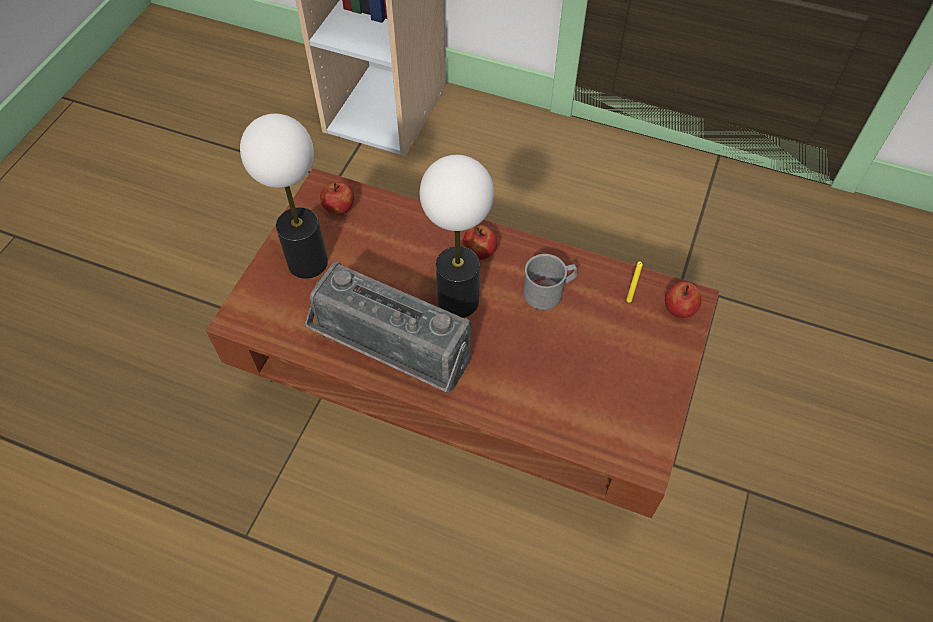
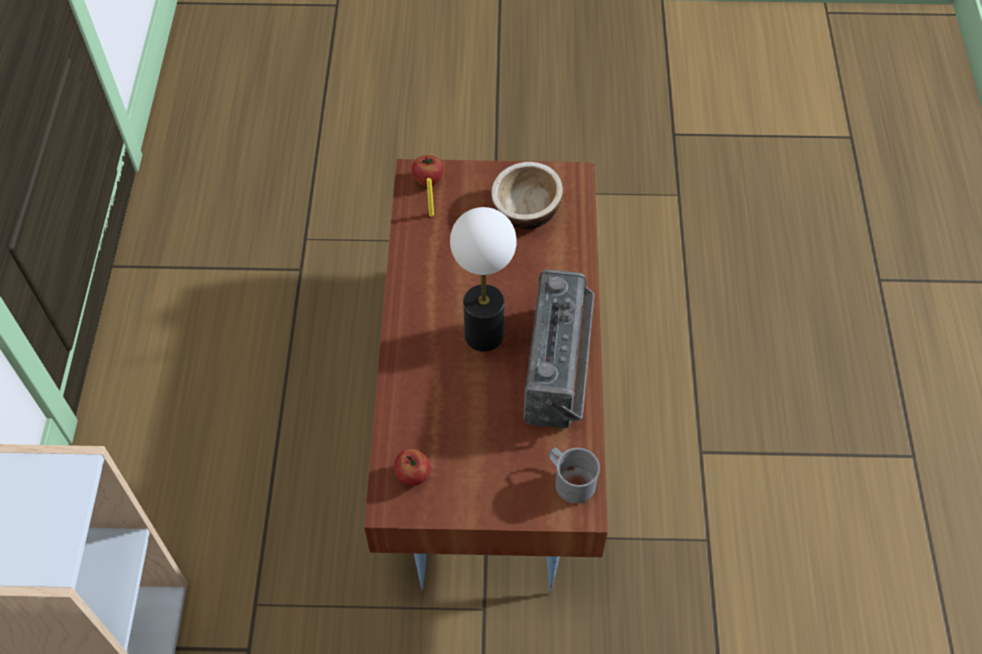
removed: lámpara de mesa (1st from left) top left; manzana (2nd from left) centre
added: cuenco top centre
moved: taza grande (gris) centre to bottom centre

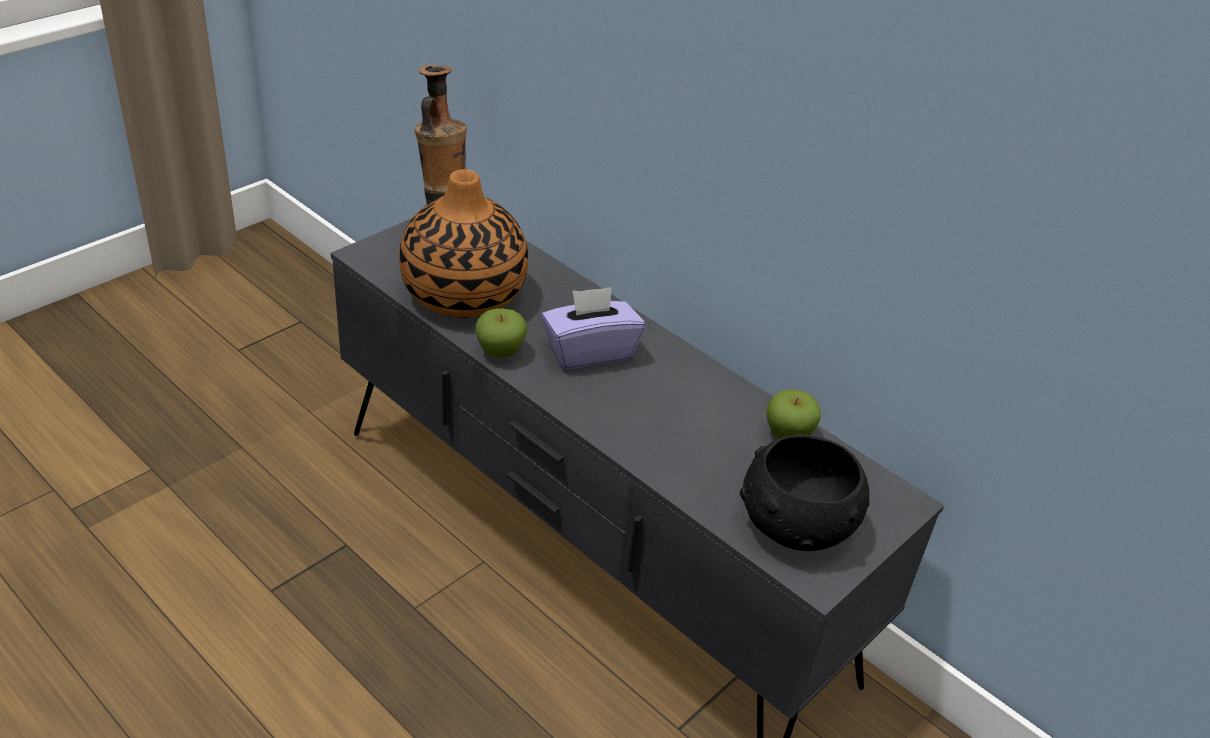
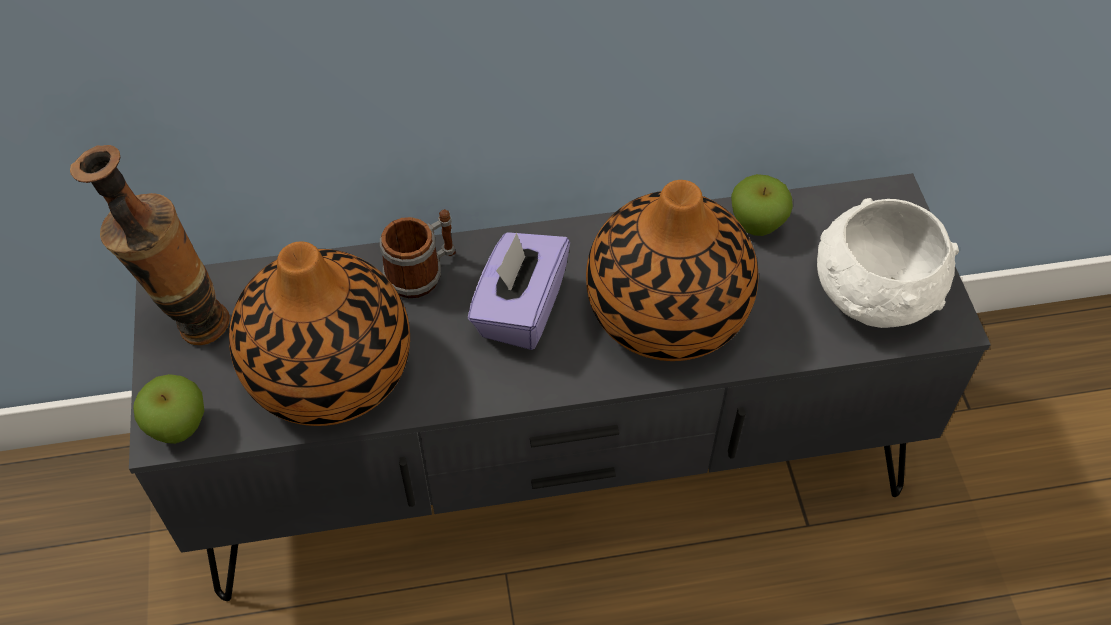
added: taza grande centre; florero (3rd from left) centre
moved: manzana (1st from left) centre to middle left
recoloured: cuenco (negro) bottom centre to cuenco (blanco) middle right

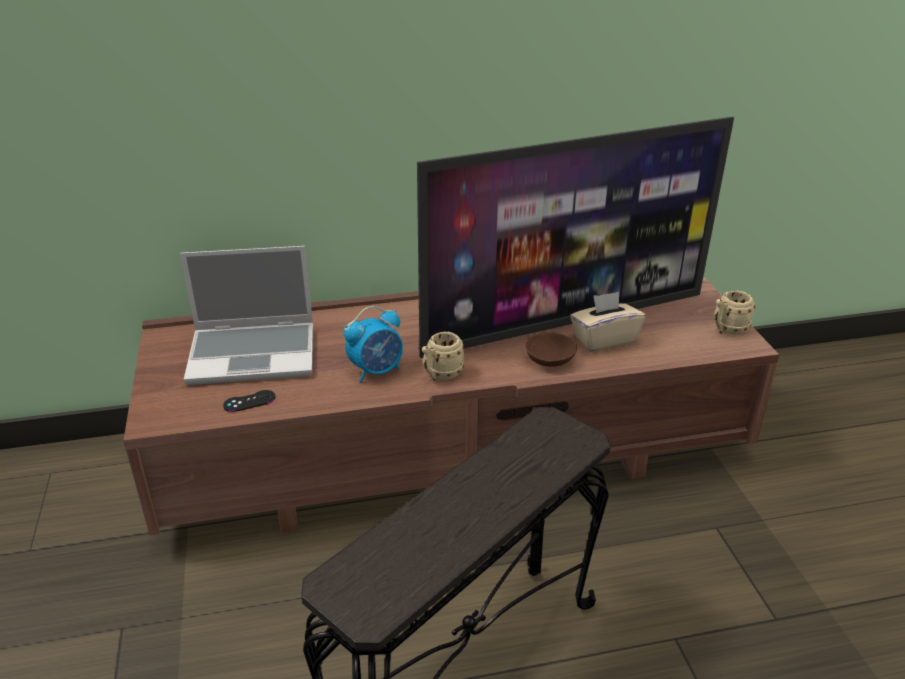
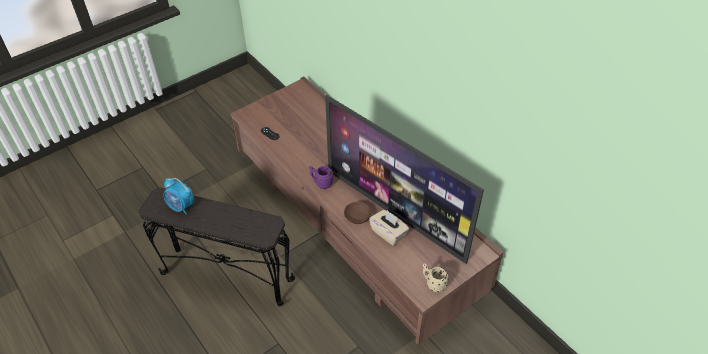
removed: portátil middle left
moved: despertador centre to middle left
recoloured: taza grande (beis) (1st from left) centre to taza grande (morado) centre

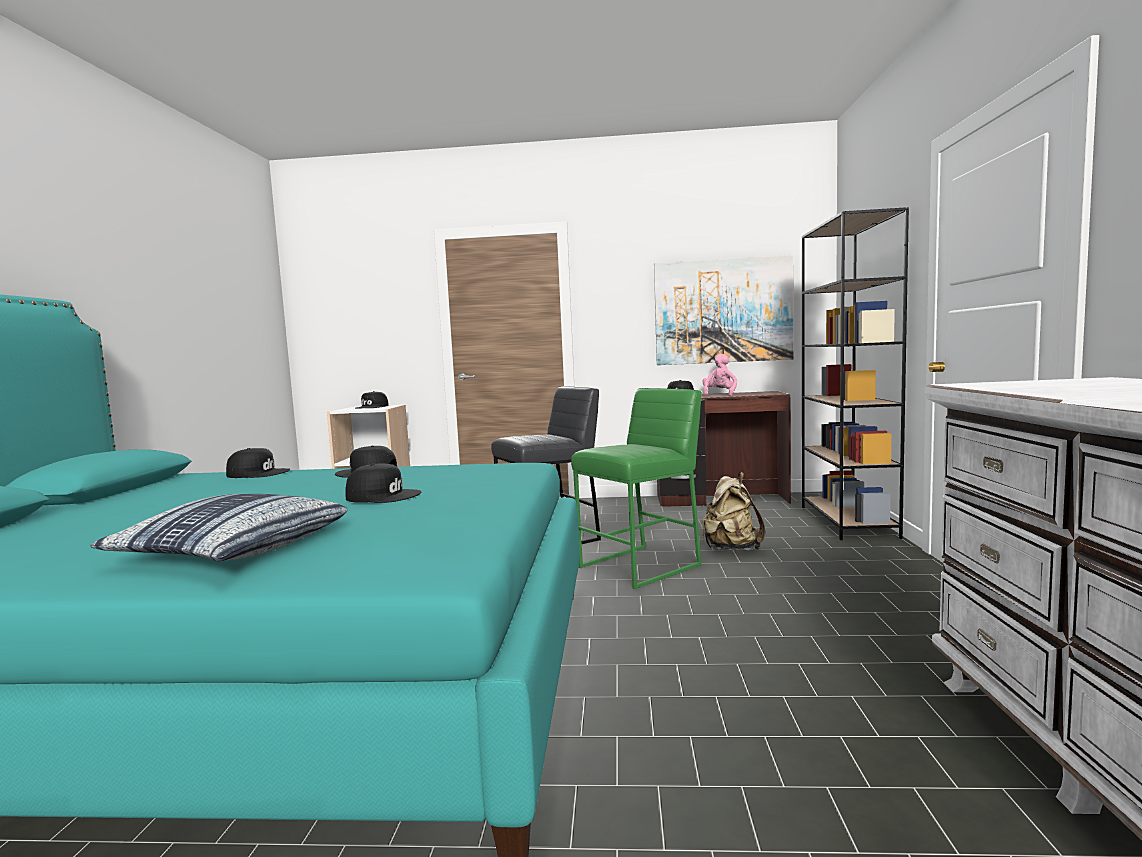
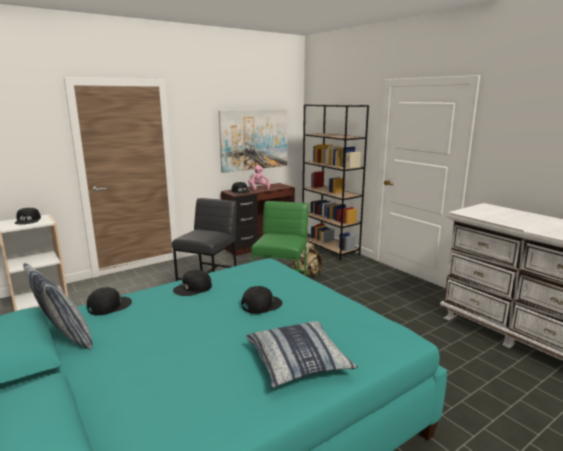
added: cojín (1st from left) bottom left

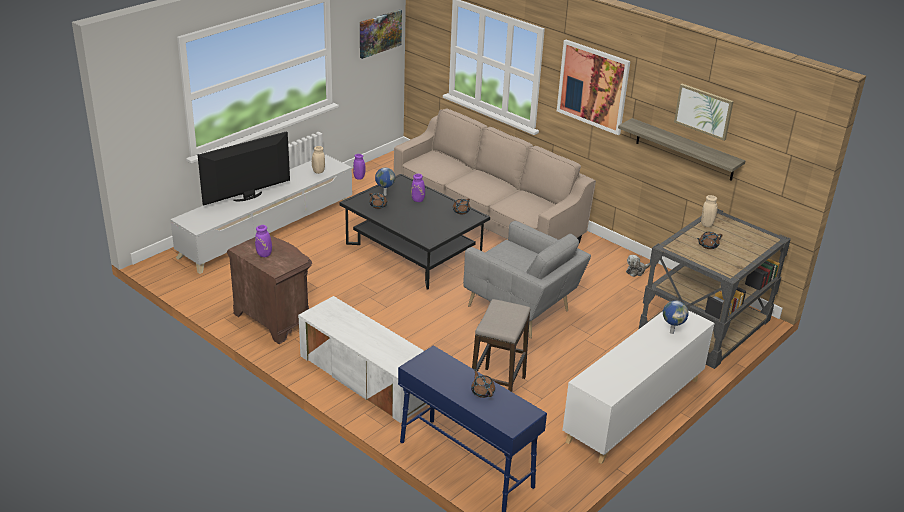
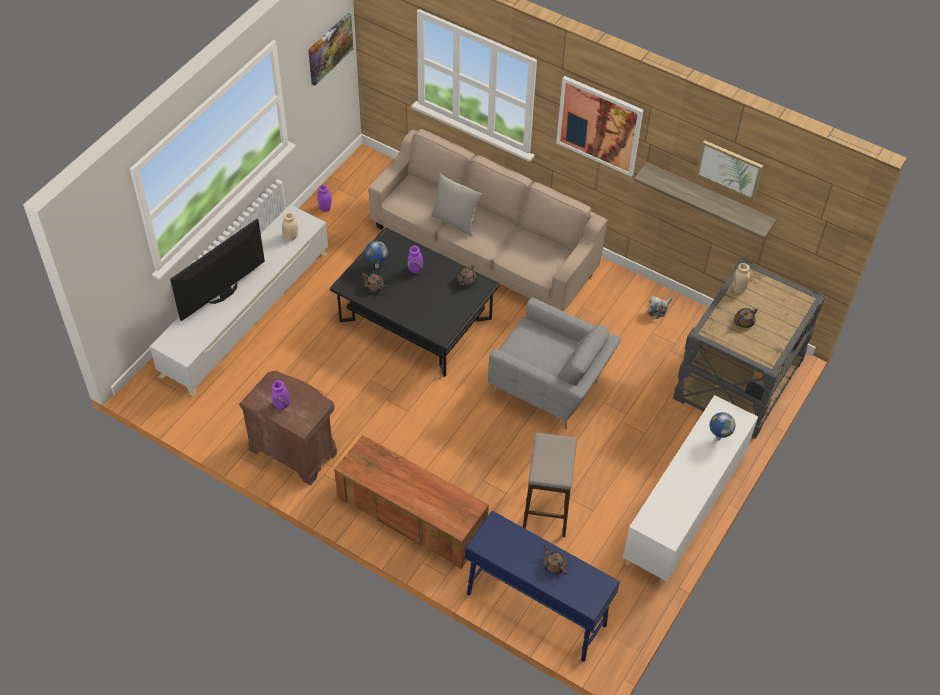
added: cojín (gris) top centre
recoloured: banco (blanco) bottom centre to banco (marrón) bottom centre

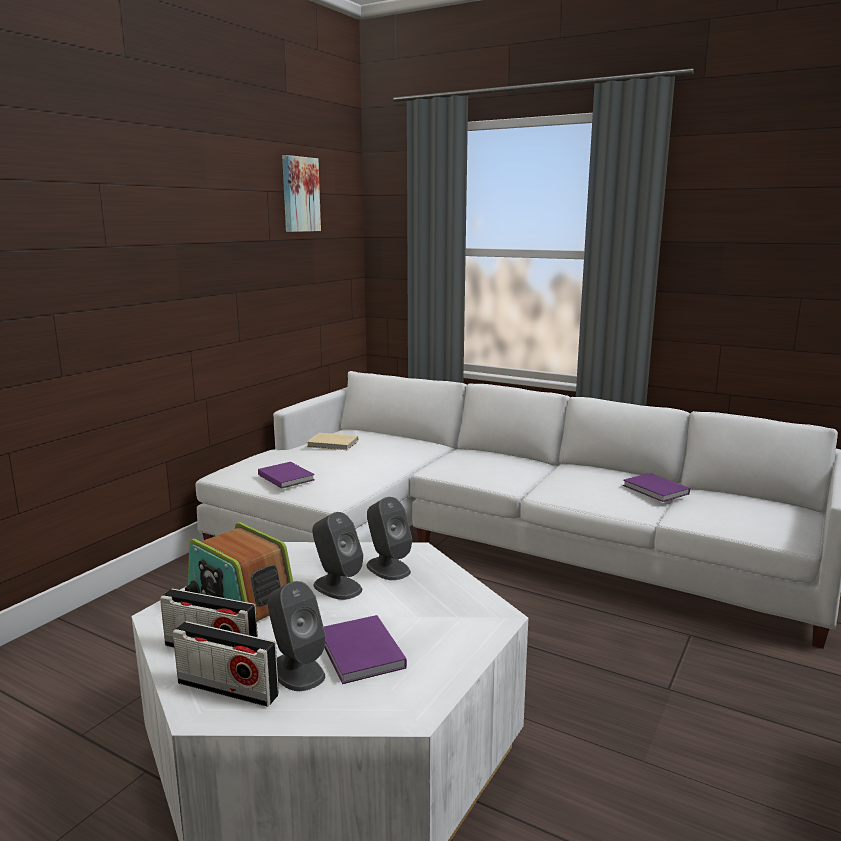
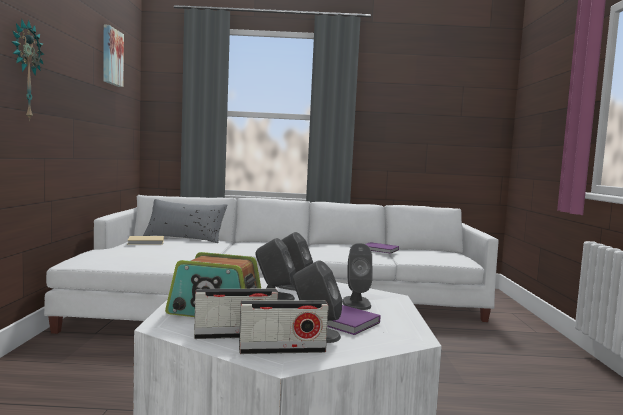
removed: libro (morado) (1st from left) centre
added: reloj de pared top left; cojín (gris) middle left; altavoz (gris) (4th from left) centre

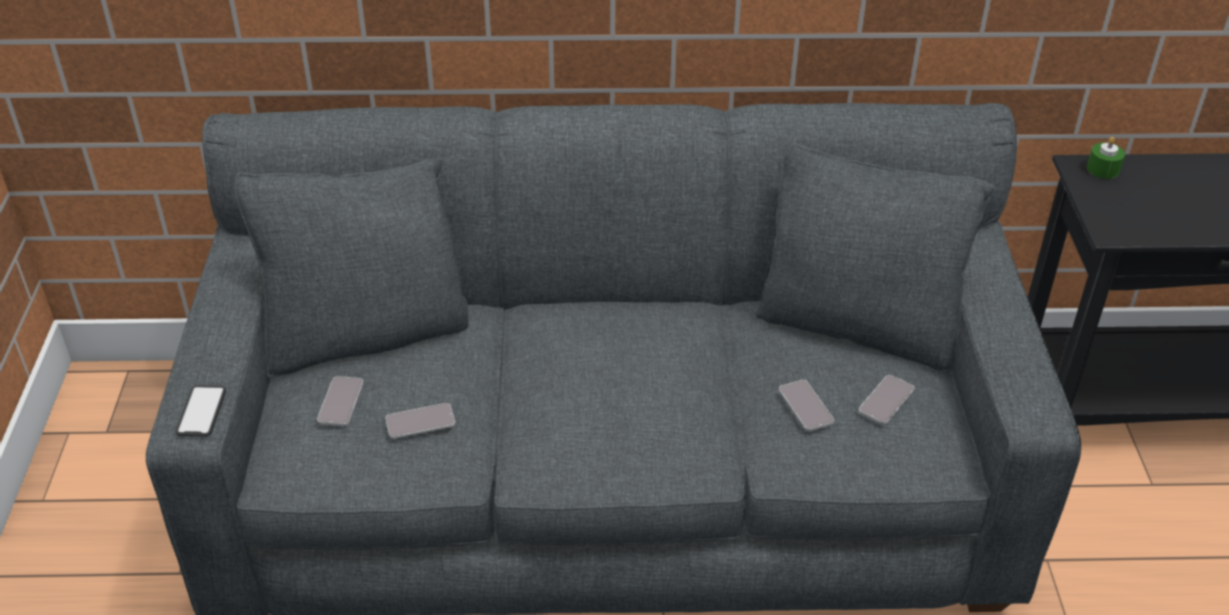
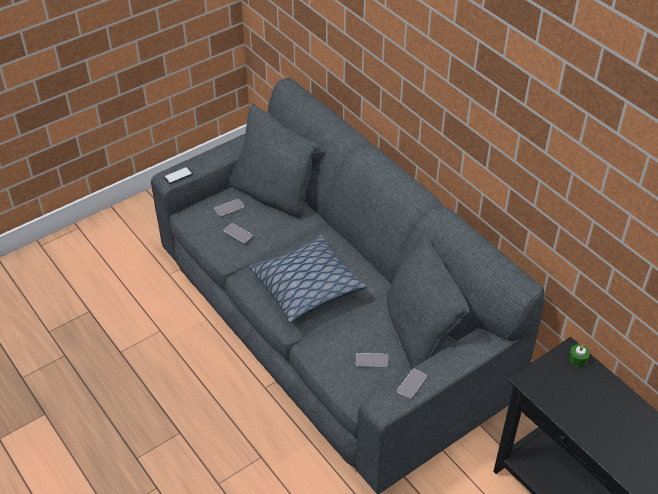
added: cojín centre
moved: móvil (4th from left in the first image) centre to móvil (5th from left) bottom centre

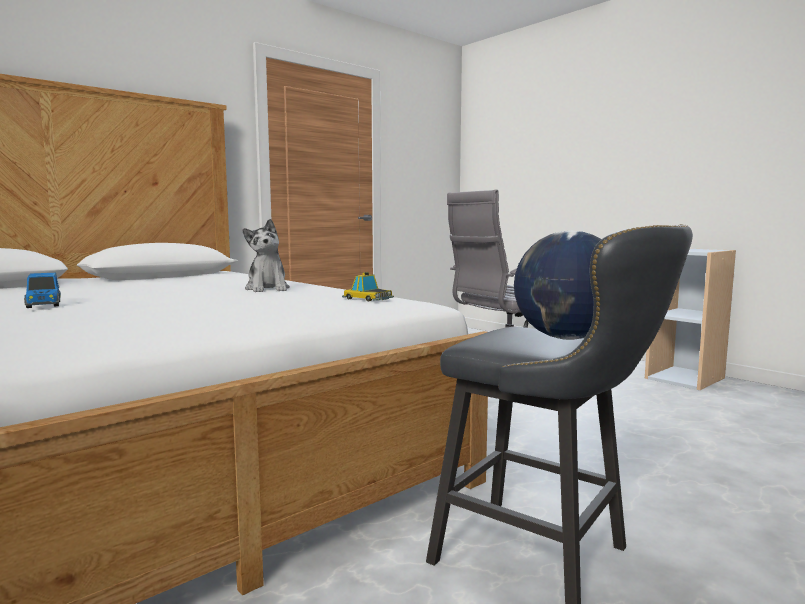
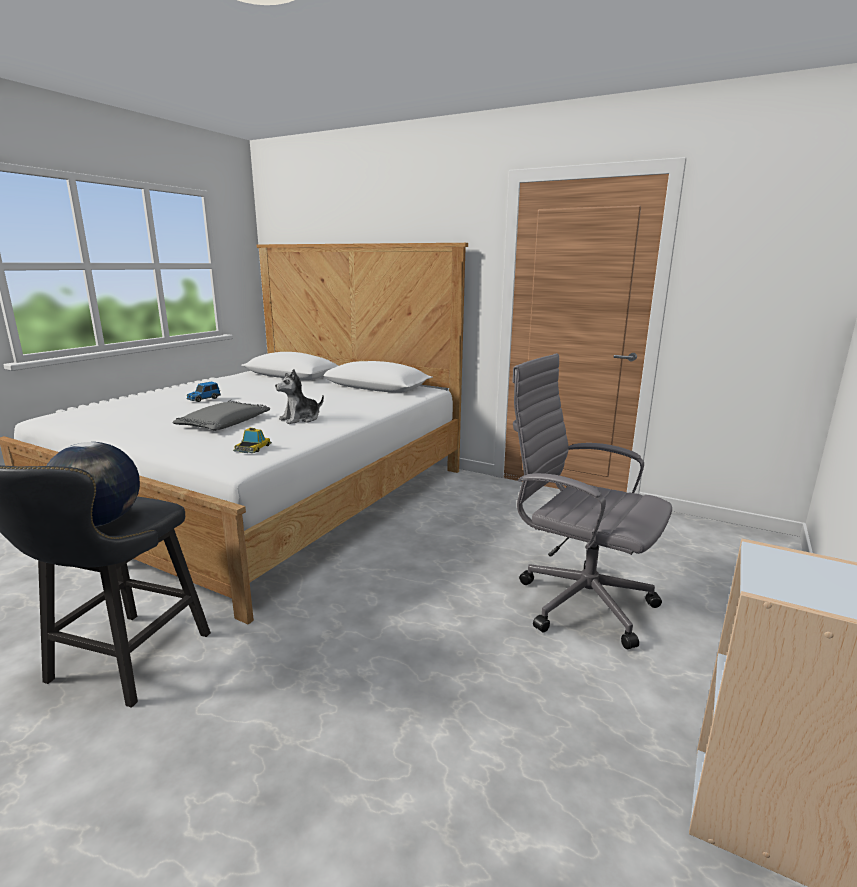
added: cojín (gris) middle left

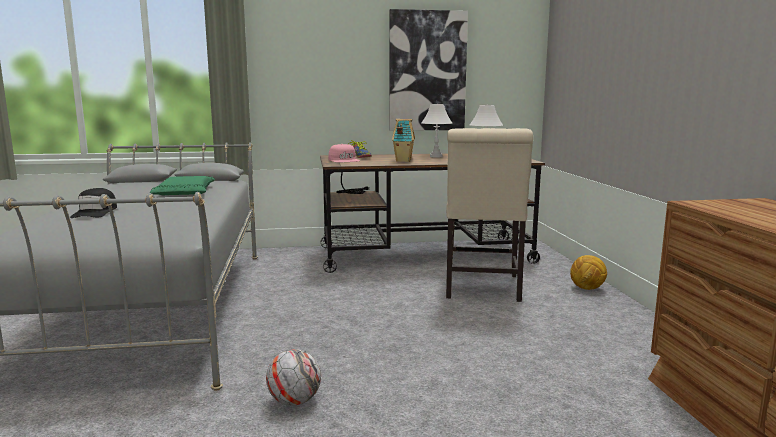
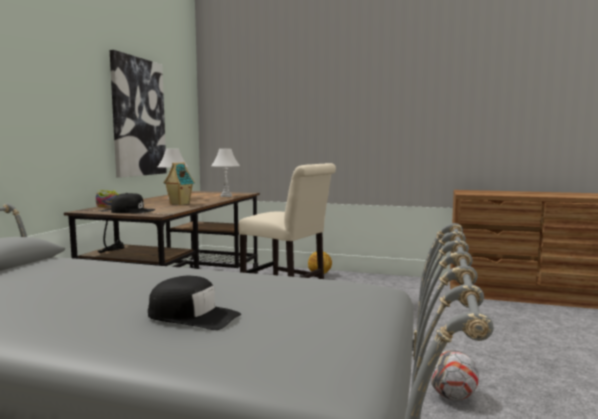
removed: cojín (verde) middle left
recoloured: gorra (rosa) centre to gorra (negro) (1st from left) middle left

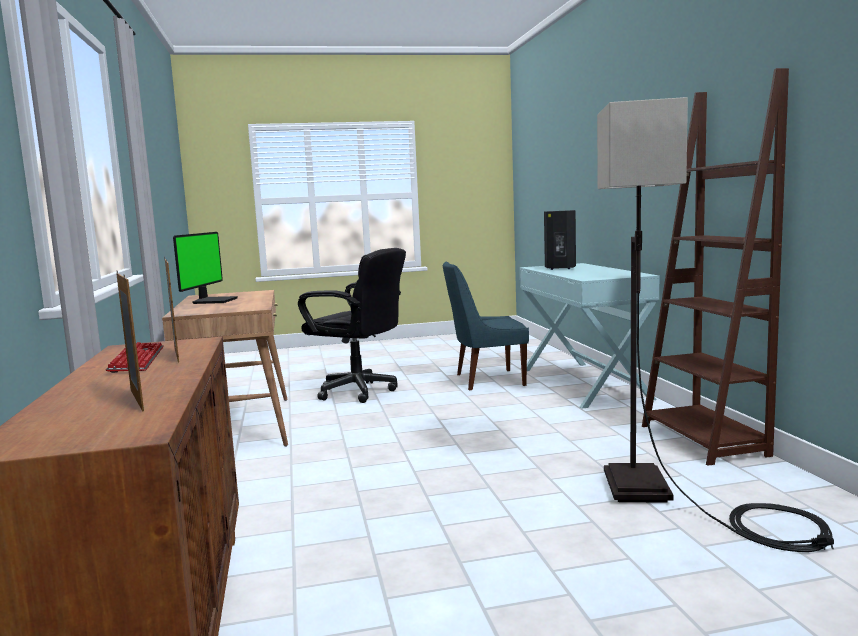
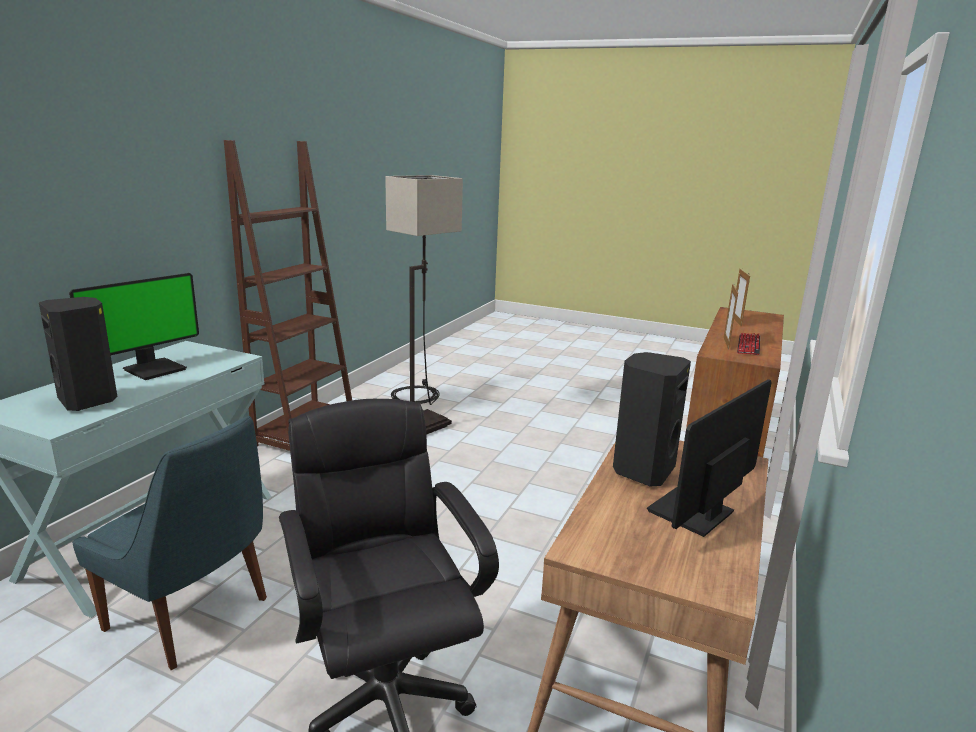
added: monitor (1st from left) middle left; altavoz (negro) (2nd from left) middle right

